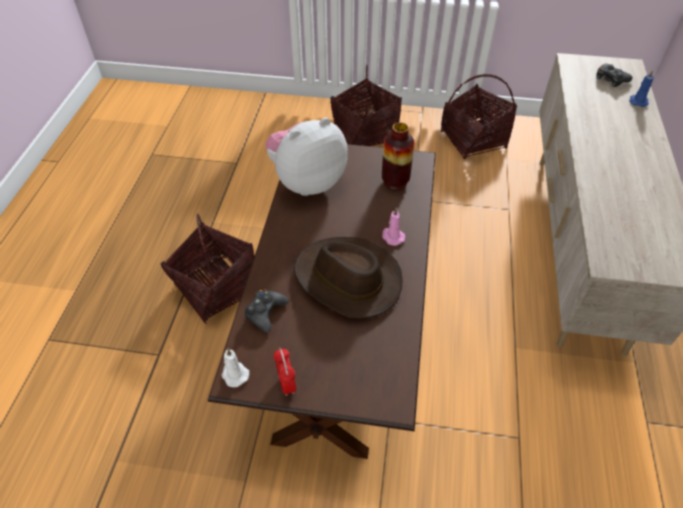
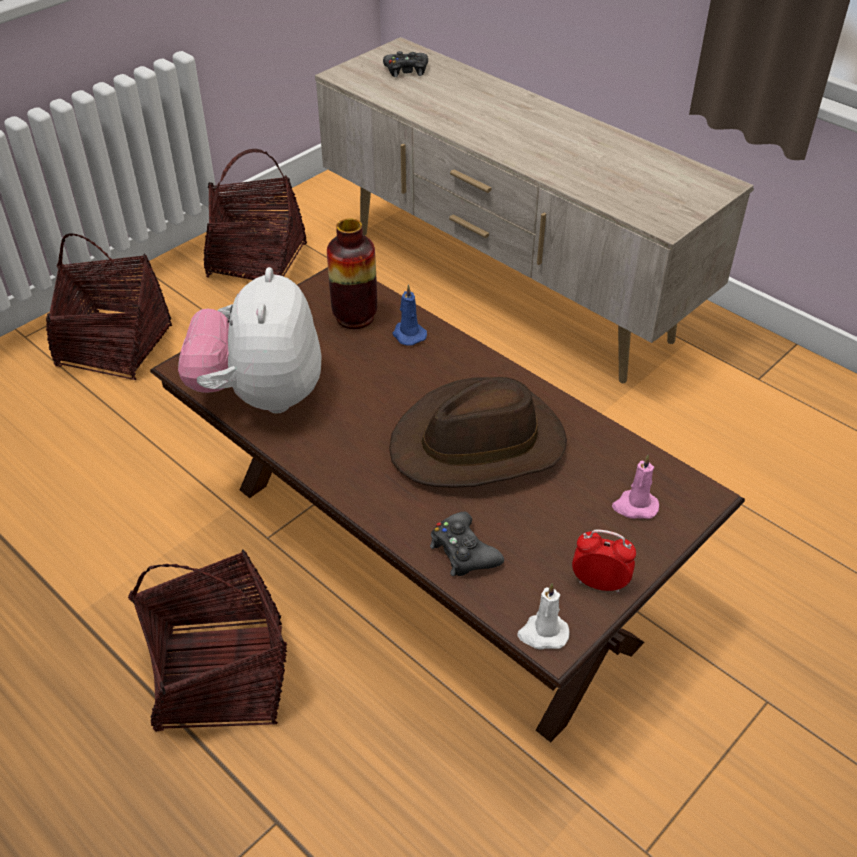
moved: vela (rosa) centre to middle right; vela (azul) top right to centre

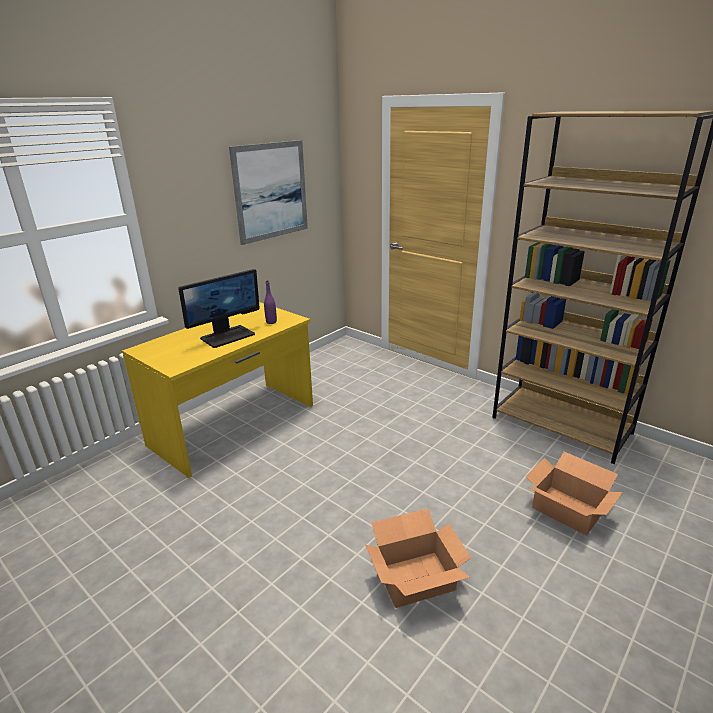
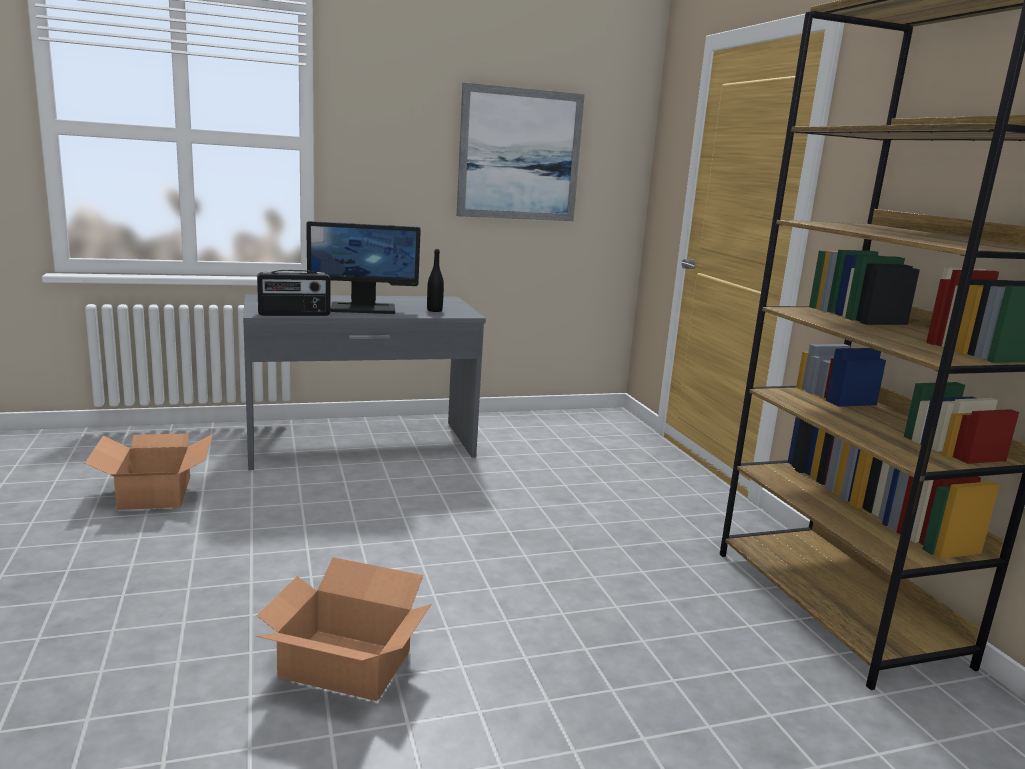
added: radio middle left
moved: caja de cartón (2nd from left in the first image) bottom right to caja de cartón (1st from left) middle left
recoloured: escritorio (amarillo) middle left to escritorio (gris) centre; botella (morado) centre to botella (negro) centre

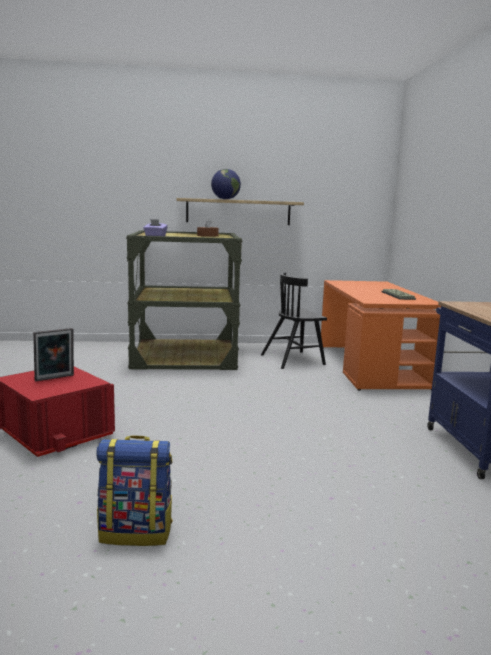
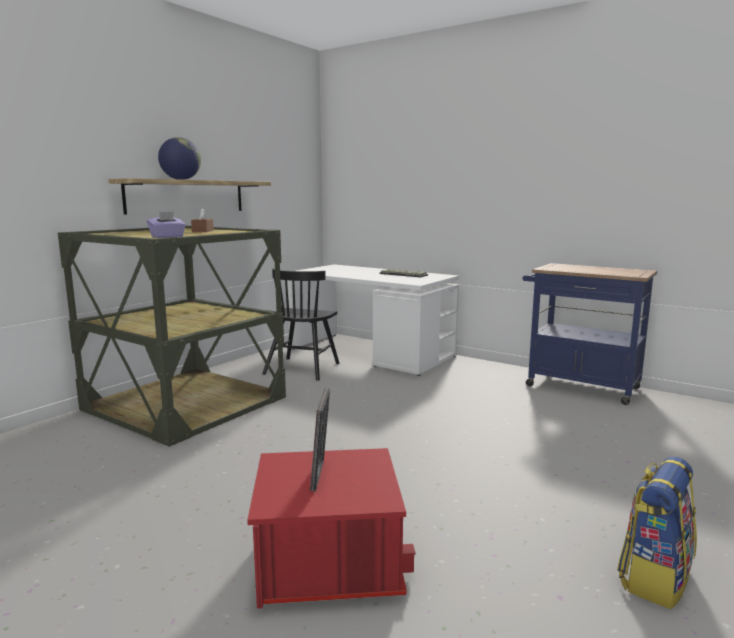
recoloured: escritorio (naranja) middle right to escritorio (blanco) centre

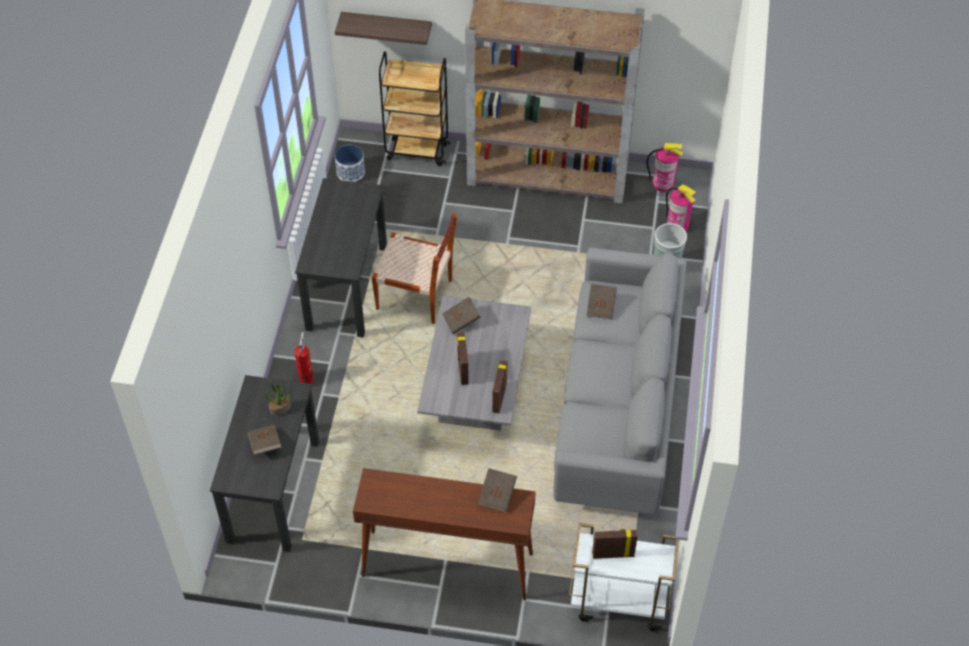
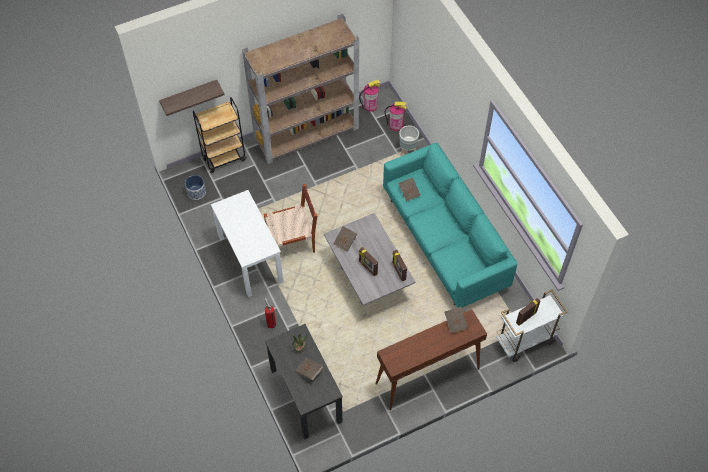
recoloured: escritorio (negro) (2nd from left) centre to escritorio (blanco) centre; sofá (gris) centre to sofá (turquesa) centre

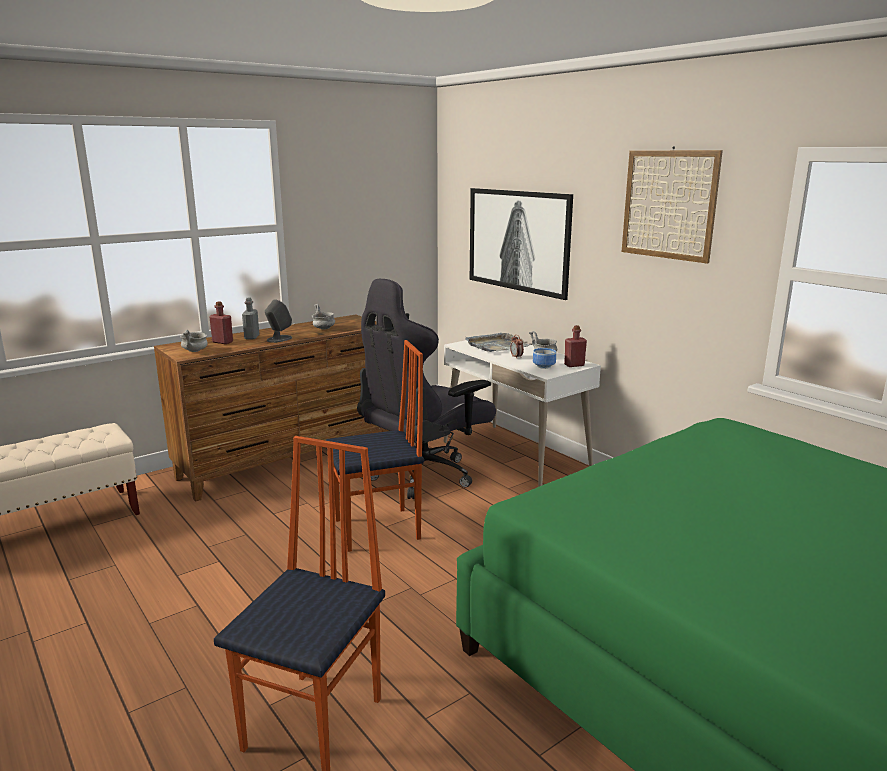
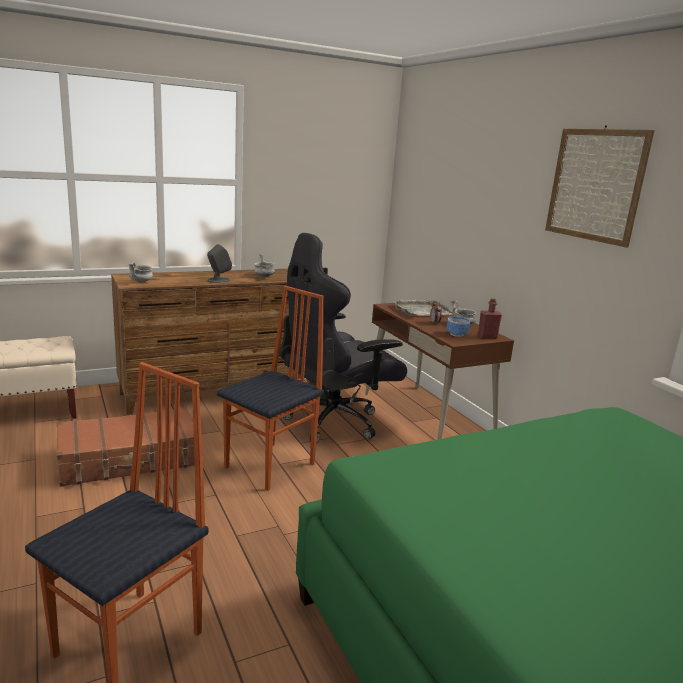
removed: botella (rojo) (1st from left) middle left; botella (gris) middle left; cuadro (1st from left) top centre
added: maleta (marrón) middle left
recoloured: escritorio (blanco) centre to escritorio (marrón) centre
turned: silla (2nd from left) centre = centre 45 degrees counterclockwise

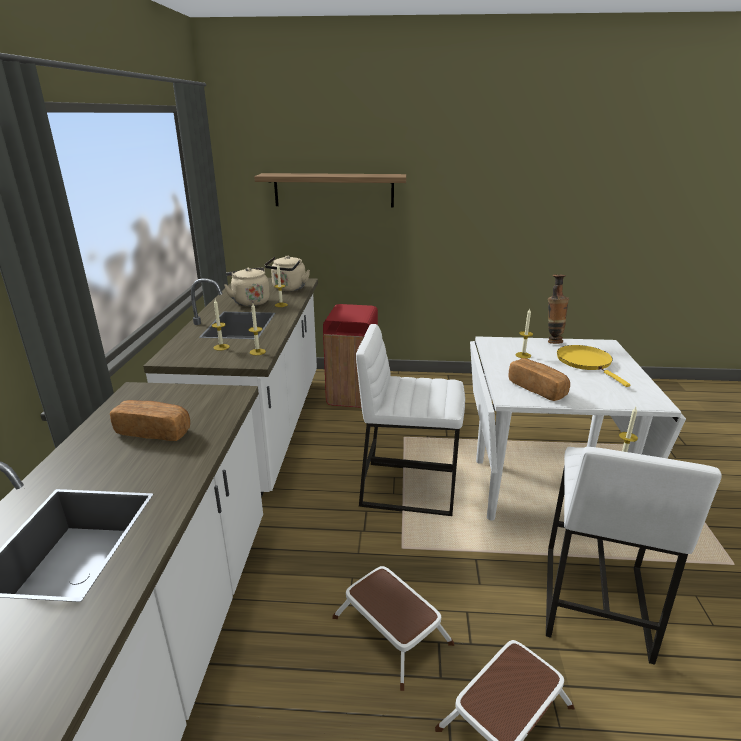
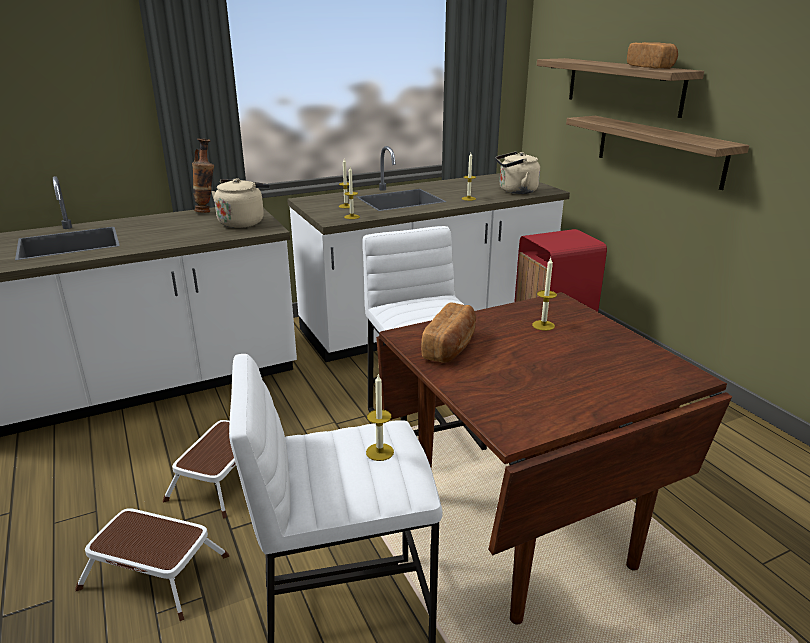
removed: sartén (amarillo) middle right
added: estante (2nd from left) top right
moved: pan (1st from left in the first image) middle left to pan (2nd from left) top right; hervidor (beis) (1st from left) centre to top left; florero middle right to top left
recoloured: mesa de comedor (blanco) middle right to mesa de comedor (marrón) bottom right

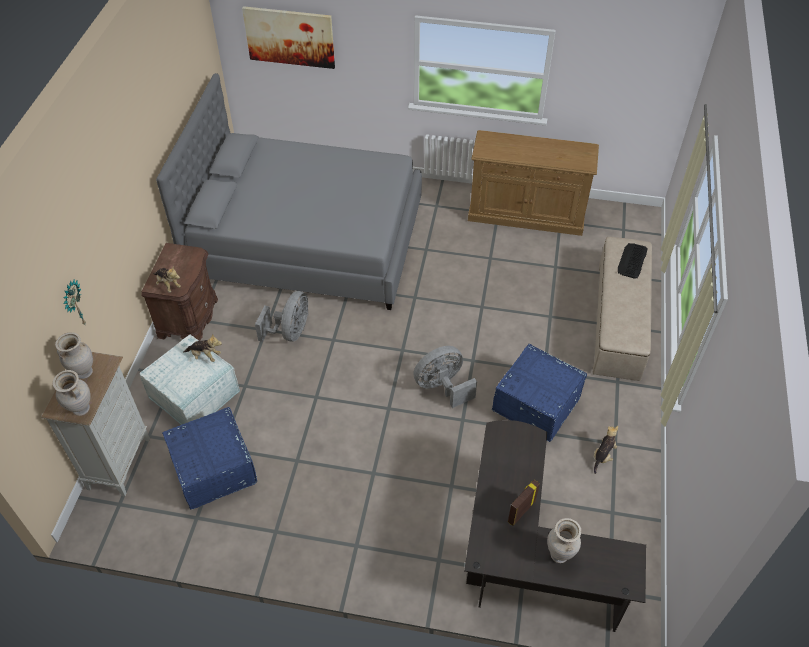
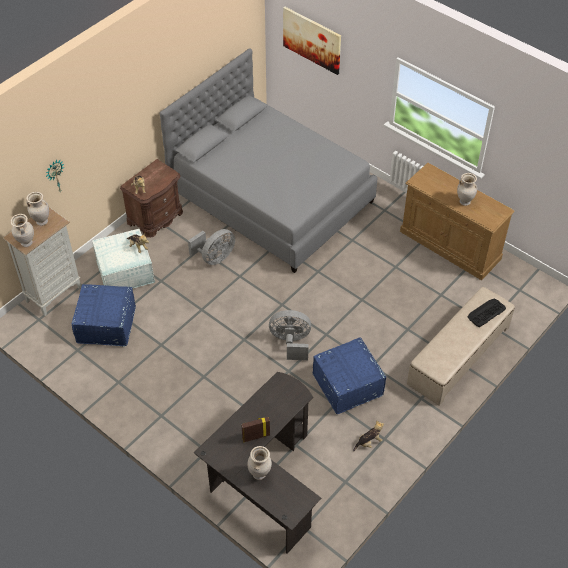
added: florero (beis) (4th from left) top right

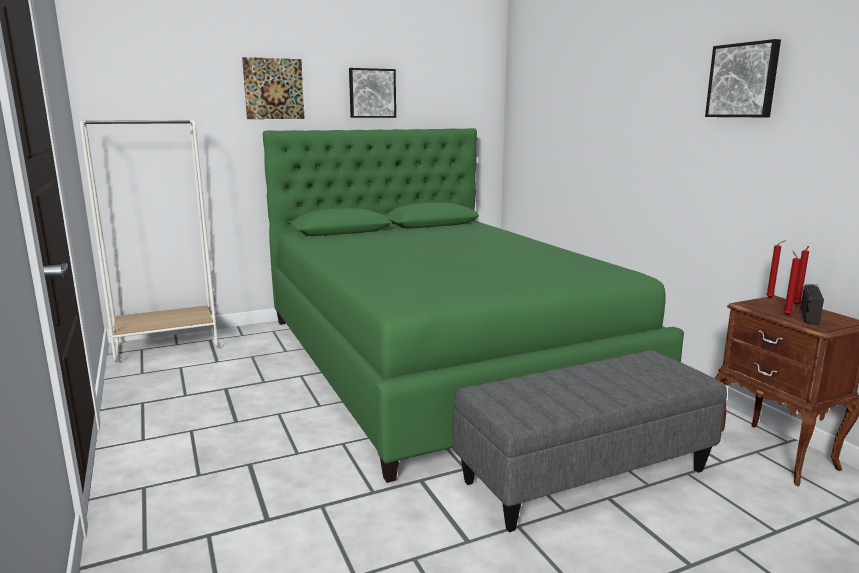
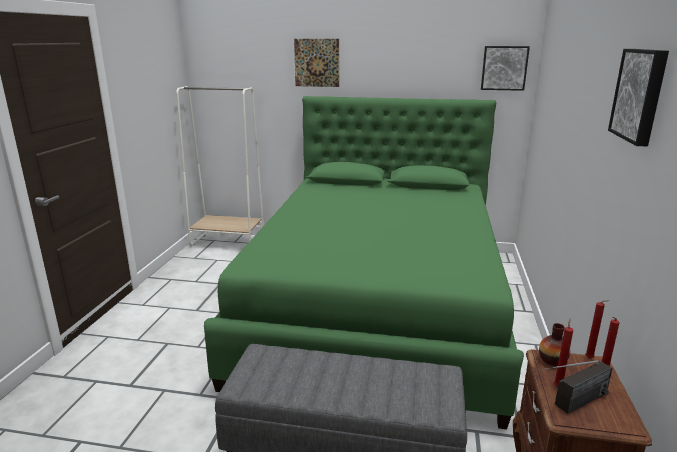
added: florero bottom right
moved: cuadro (2nd from left) top centre to top right

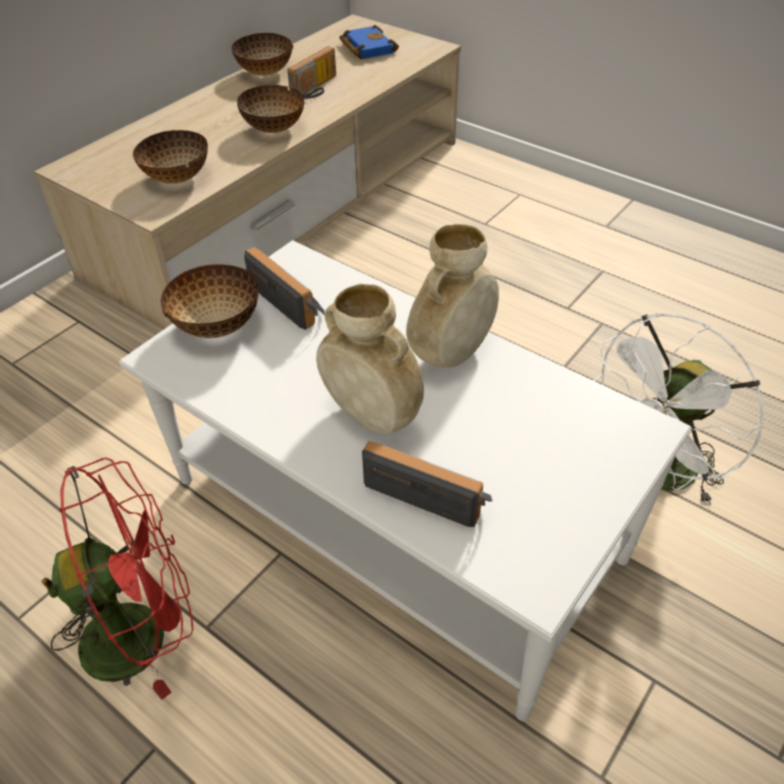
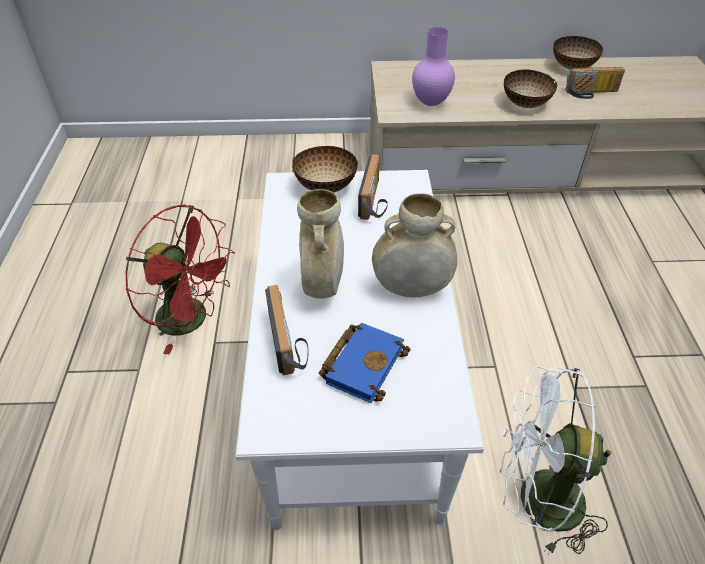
moved: libro (azul) top centre to centre
replaced: cuenco (1st from left) top left to florero (morado) top centre

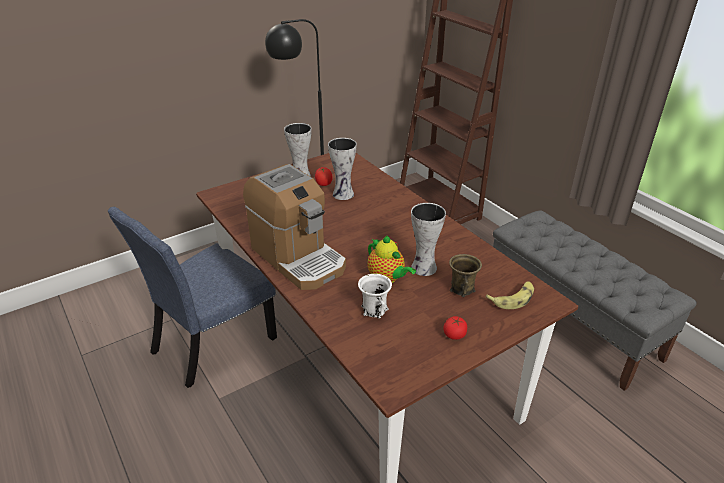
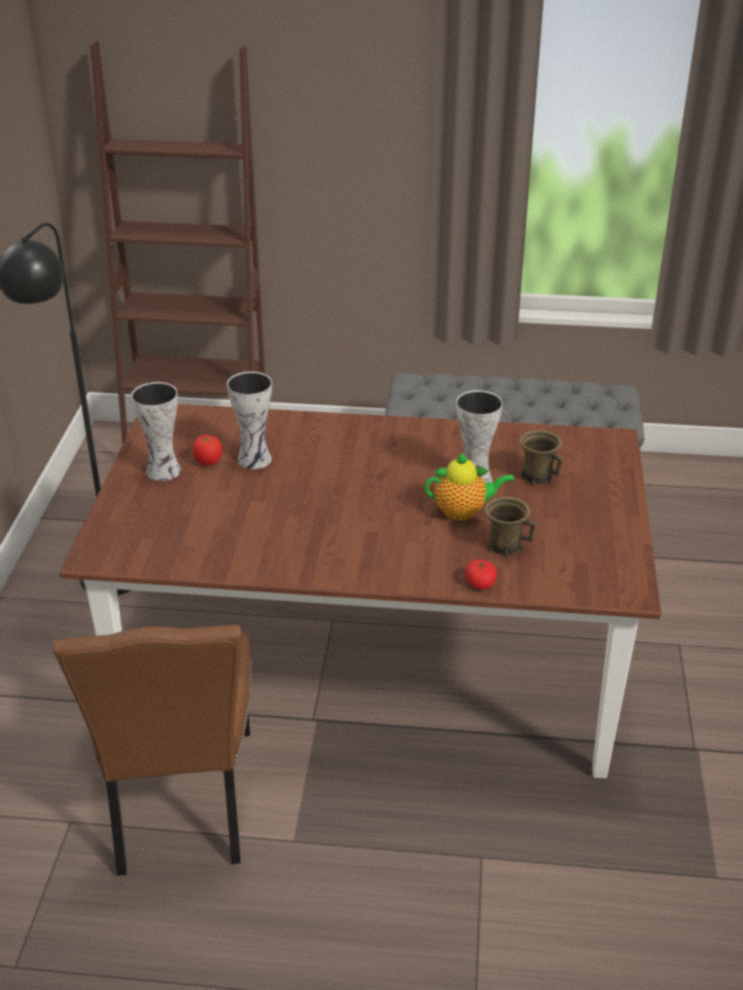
removed: cafetera centre; plátano middle right
moved: tomate (2nd from left) bottom centre to centre
recoloured: silla (azul) middle left to silla (marrón) bottom left; taza grande (blanco) centre to taza grande (marrón) (1st from left) middle right

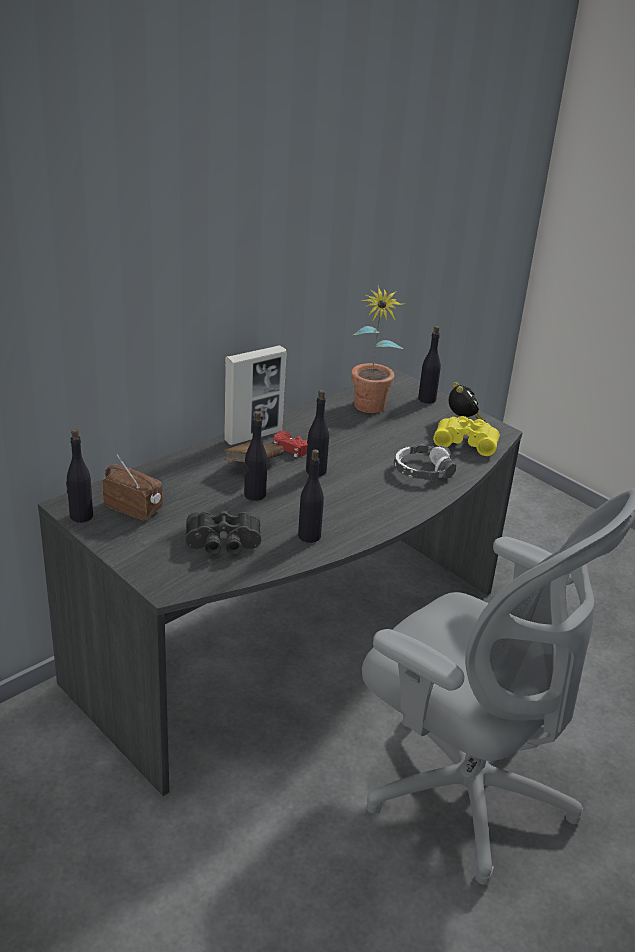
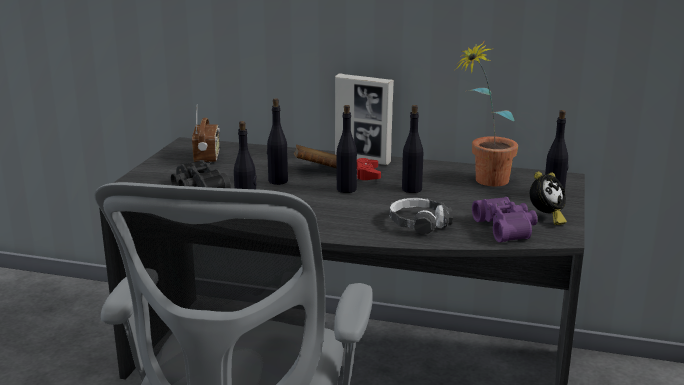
moved: botella (negro) (1st from left in the first image) middle left to botella (negro) (4th from left) centre
recoloured: prismáticos (amarillo) middle right to prismáticos (morado) middle right

